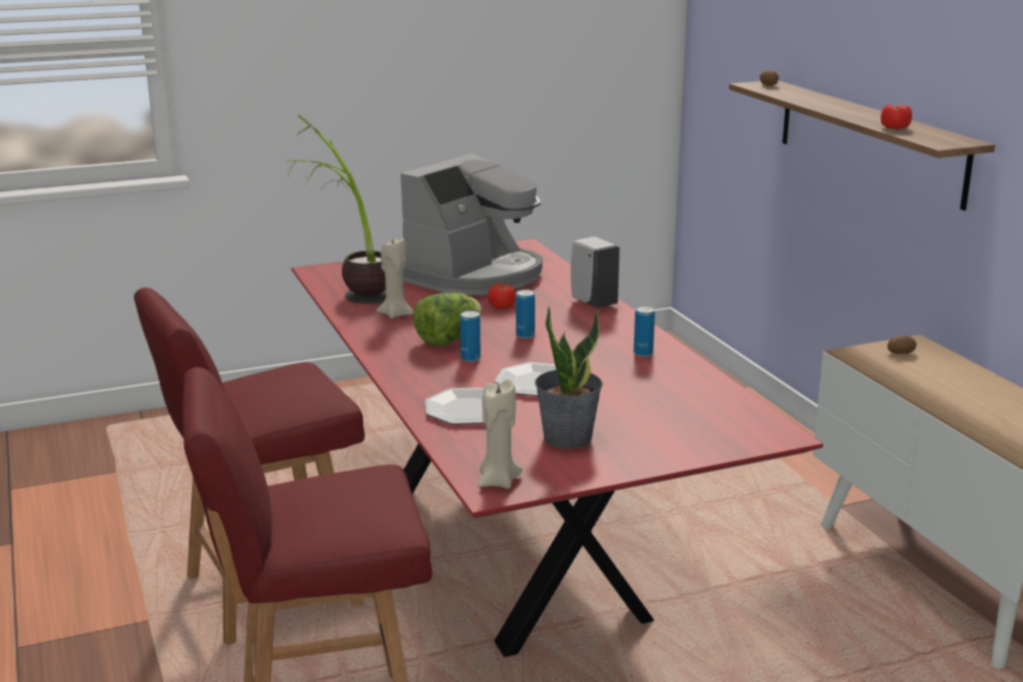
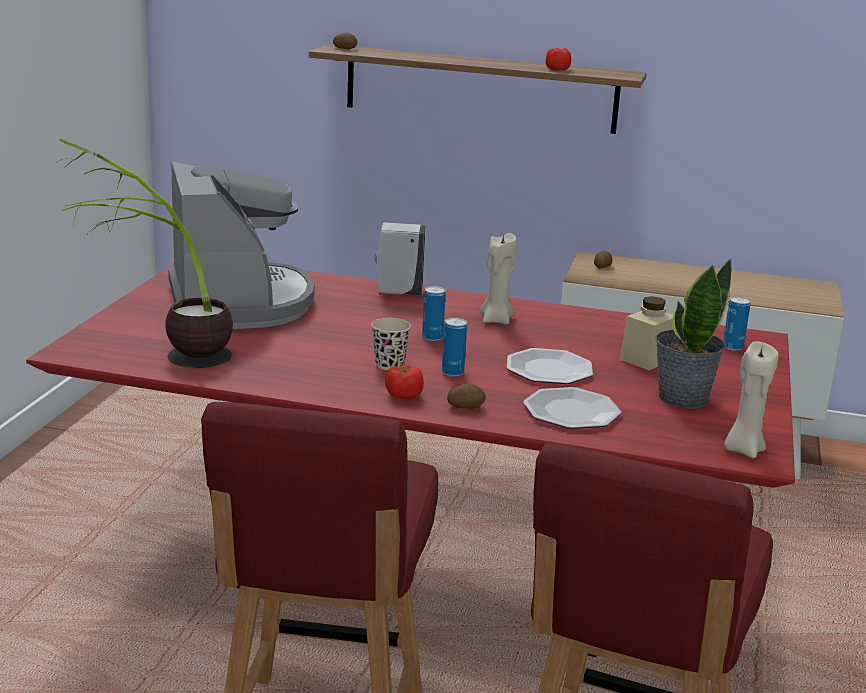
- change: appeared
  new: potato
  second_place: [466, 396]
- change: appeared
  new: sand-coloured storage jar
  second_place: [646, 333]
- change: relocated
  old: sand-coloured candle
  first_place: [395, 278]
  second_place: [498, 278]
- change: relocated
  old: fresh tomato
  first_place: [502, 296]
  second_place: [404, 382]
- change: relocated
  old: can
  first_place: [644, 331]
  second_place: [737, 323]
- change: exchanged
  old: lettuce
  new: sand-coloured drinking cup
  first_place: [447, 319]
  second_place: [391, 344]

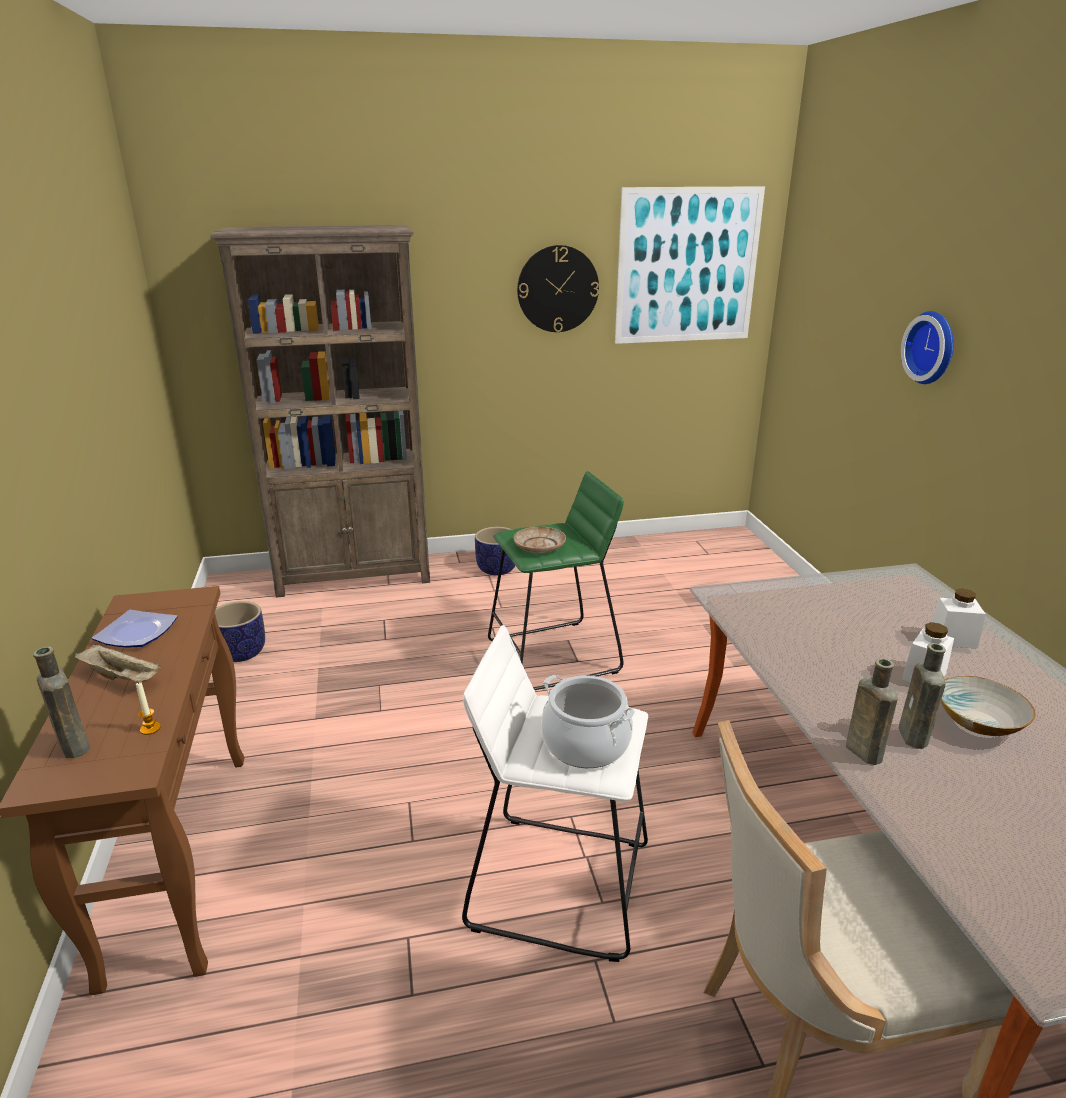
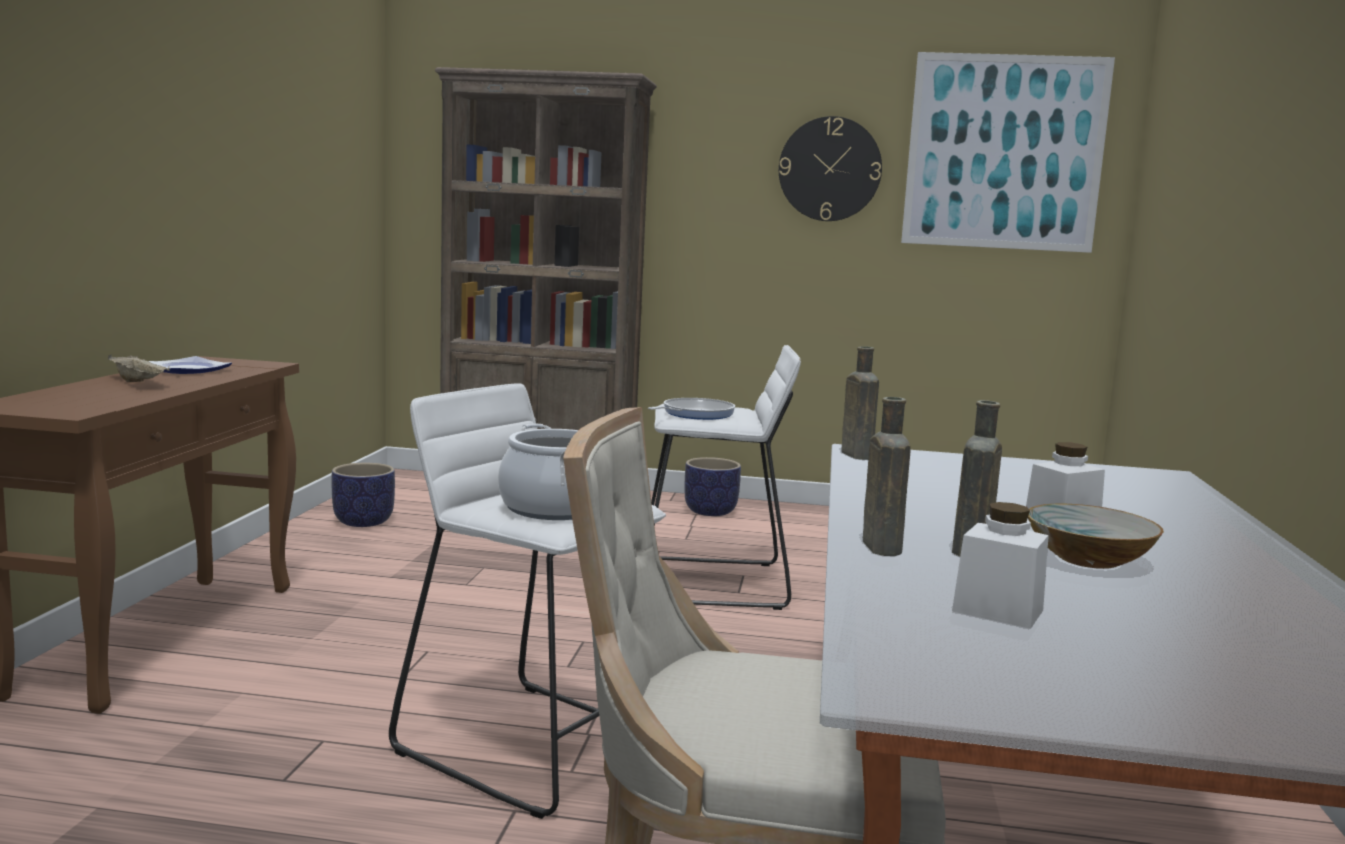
- change: missing
  old: candle
  first_place: [148, 708]
- change: missing
  old: clock on the wall
  first_place: [927, 347]
- change: relocated
  old: brownish bottle
  first_place: [61, 702]
  second_place: [860, 403]
- change: relocated
  old: white-coloured storage jar
  first_place: [959, 618]
  second_place: [1000, 565]
- change: exchanged
  old: sand-coloured flat dish
  new: frying pan
  first_place: [540, 539]
  second_place: [691, 409]
- change: colour
  old: green sitting stool
  new: white-coloured sitting stool
  first_place: [556, 580]
  second_place: [726, 477]

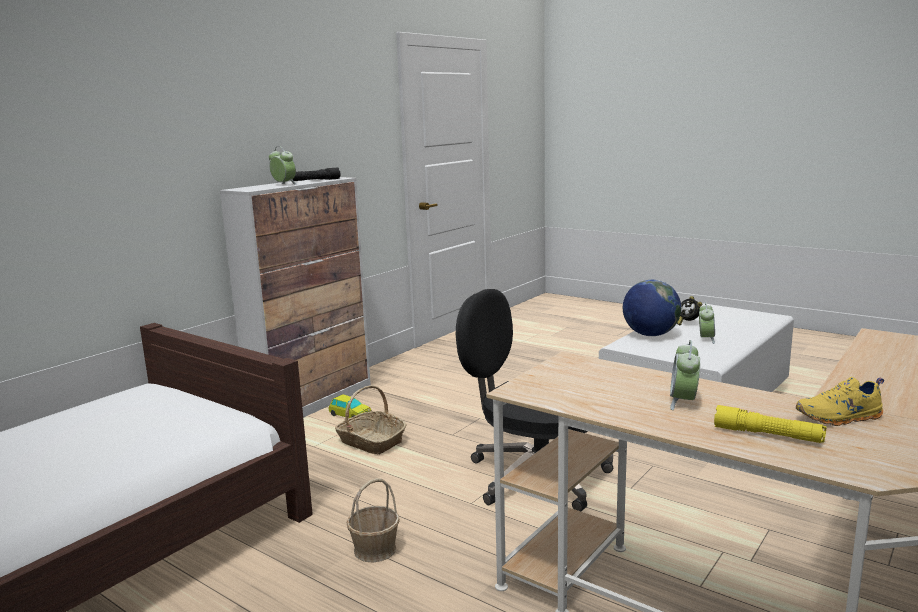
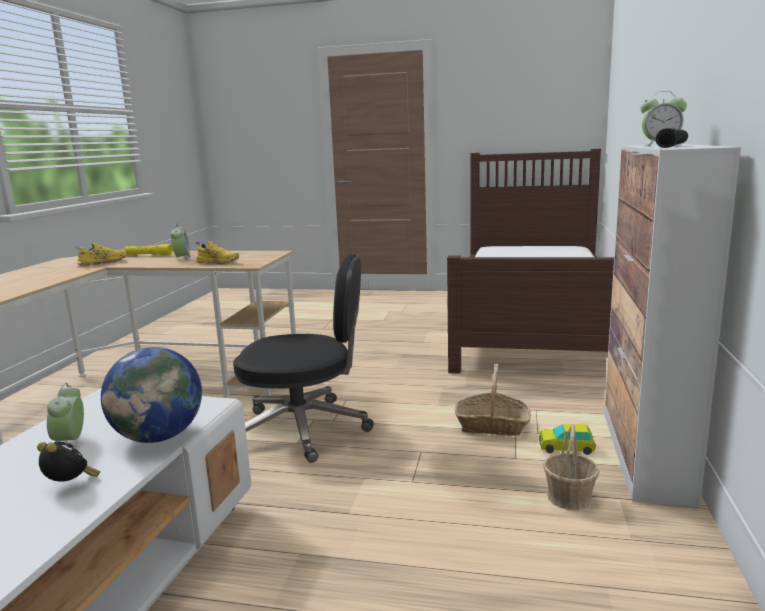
- change: appeared
  new: yellow low shoe
  second_place: [217, 252]
- change: relocated
  old: basket
  first_place: [373, 520]
  second_place: [571, 467]

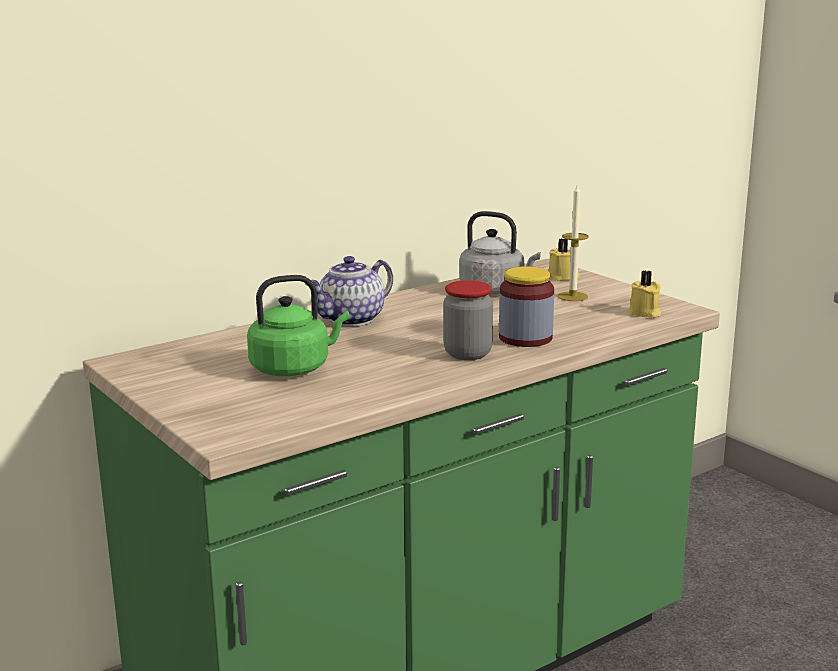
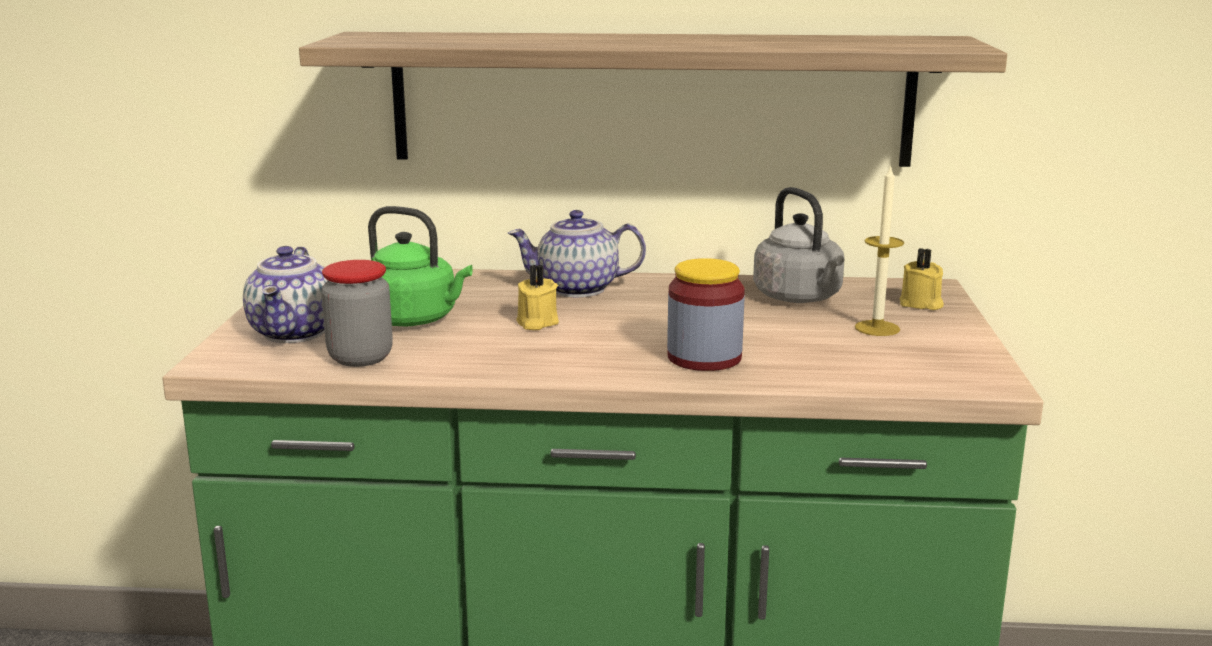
- change: appeared
  new: tea pot
  second_place: [285, 294]
- change: appeared
  new: wall shelf
  second_place: [653, 99]
- change: relocated
  old: storage jar
  first_place: [468, 320]
  second_place: [357, 313]
- change: relocated
  old: yellow candle
  first_place: [644, 294]
  second_place: [537, 297]

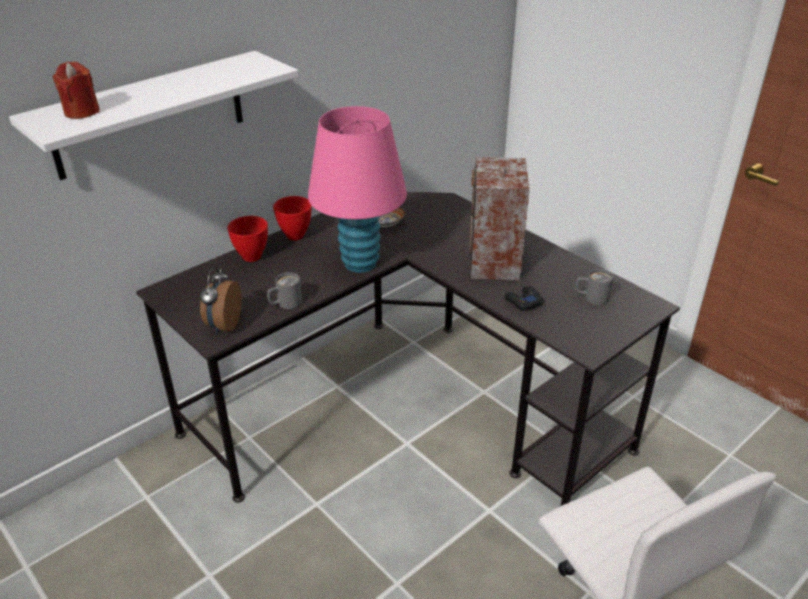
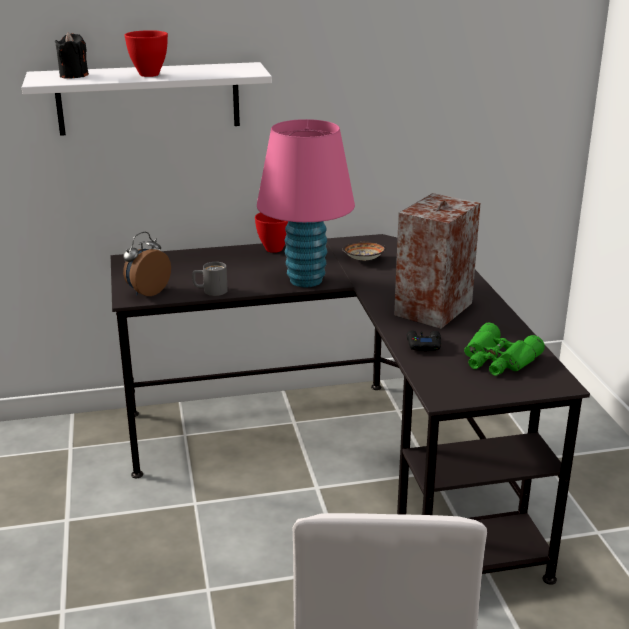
- change: relocated
  old: red bowl
  first_place: [247, 239]
  second_place: [146, 53]
- change: exchanged
  old: greyish mug
  new: green pair of binoculars
  first_place: [594, 287]
  second_place: [504, 349]
- change: colour
  old: red candle
  new: blackish candle
  first_place: [76, 90]
  second_place: [72, 55]

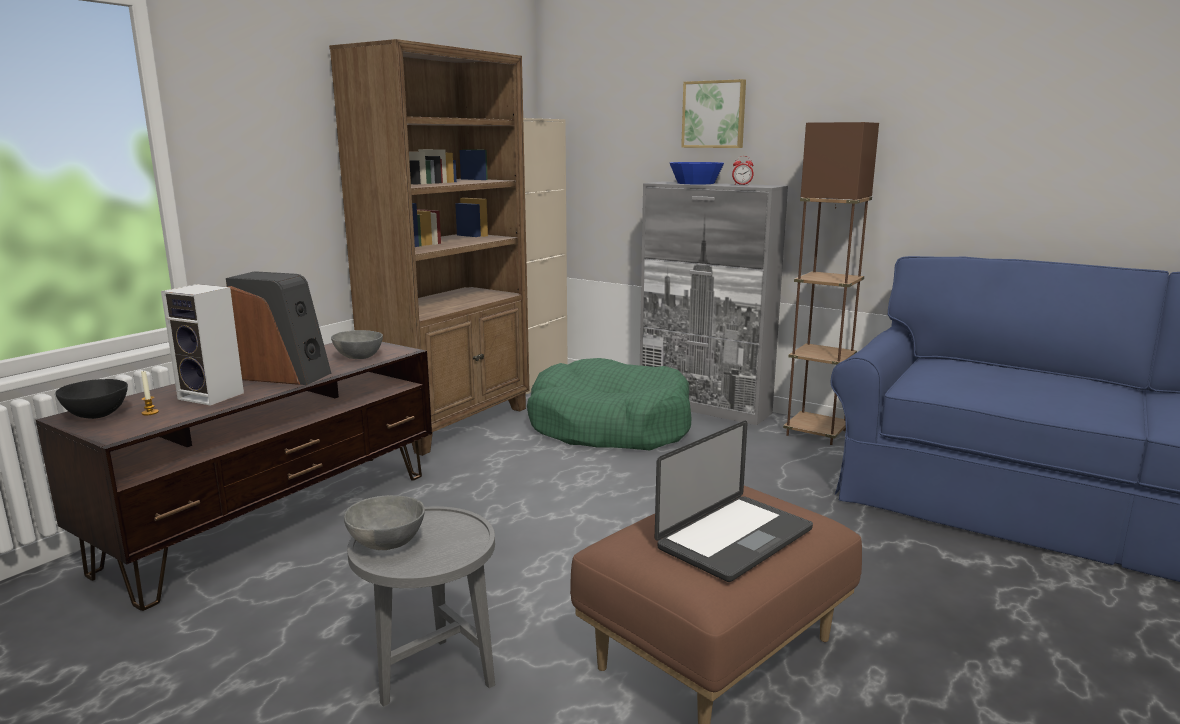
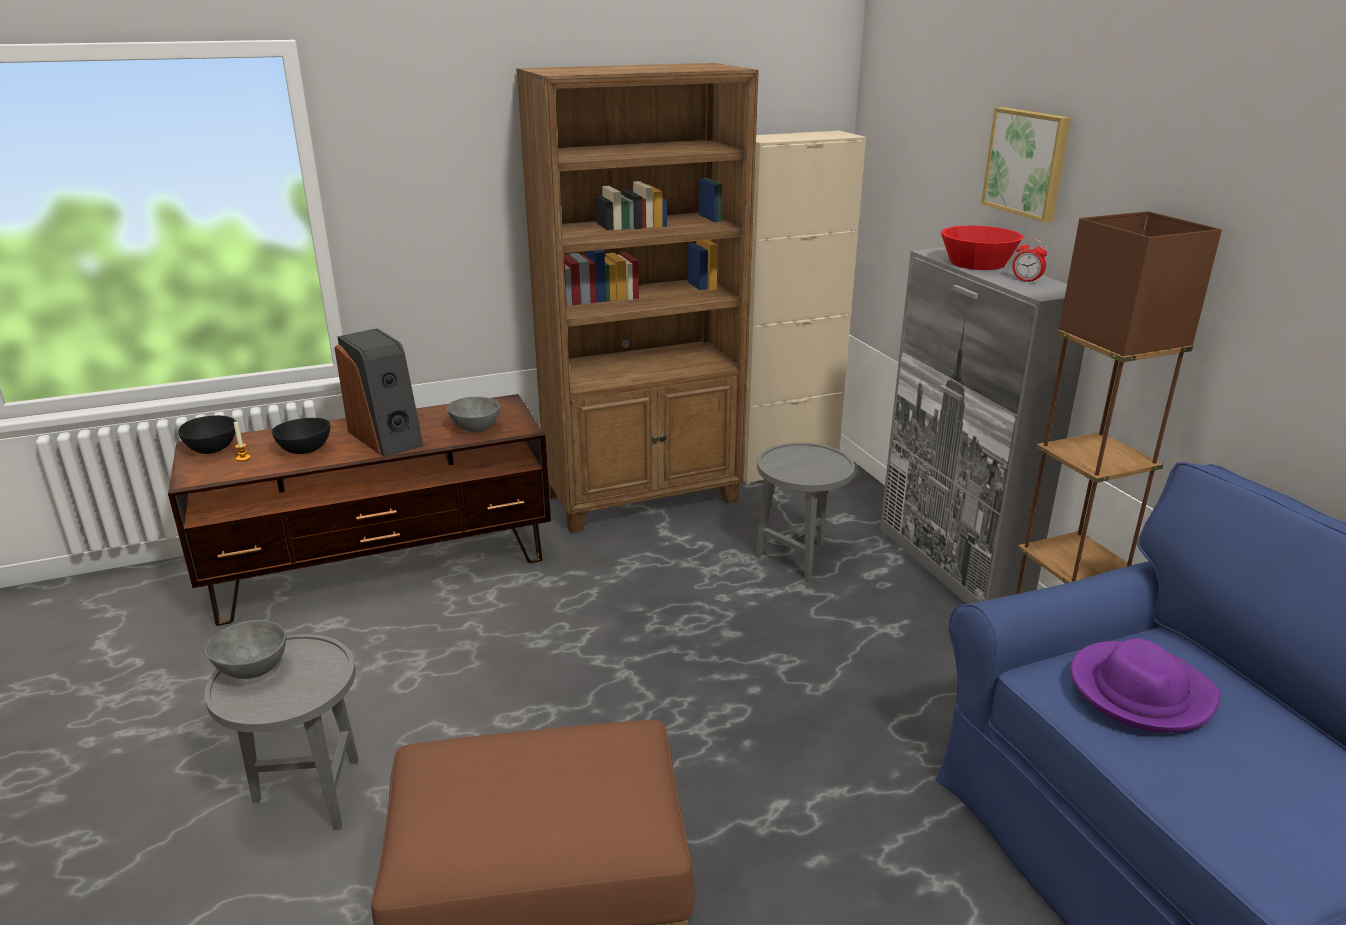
- change: missing
  old: portable computer
  first_place: [734, 501]
- change: appeared
  new: purplish wearable hat
  second_place: [1145, 685]
- change: exchanged
  old: loudspeaker
  new: blackish bowl
  first_place: [202, 345]
  second_place: [301, 436]
- change: exchanged
  old: green dog bed
  new: greyish end table
  first_place: [609, 404]
  second_place: [805, 512]
- change: colour
  old: blue-coloured bowl
  new: red bowl
  first_place: [697, 173]
  second_place: [982, 247]

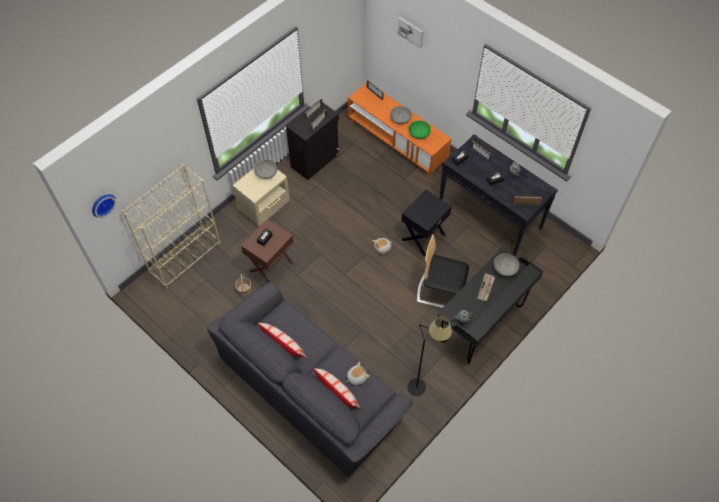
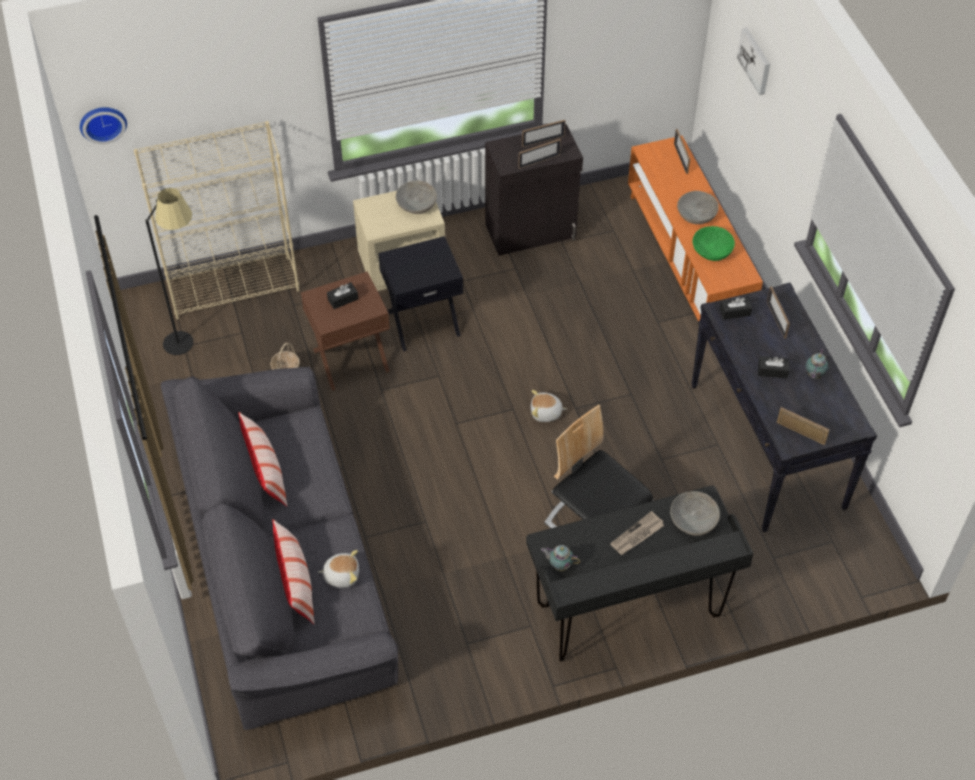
- change: relocated
  old: blackish end table
  first_place: [426, 223]
  second_place: [420, 293]
- change: relocated
  old: blackish floor lamp
  first_place: [430, 356]
  second_place: [169, 271]

